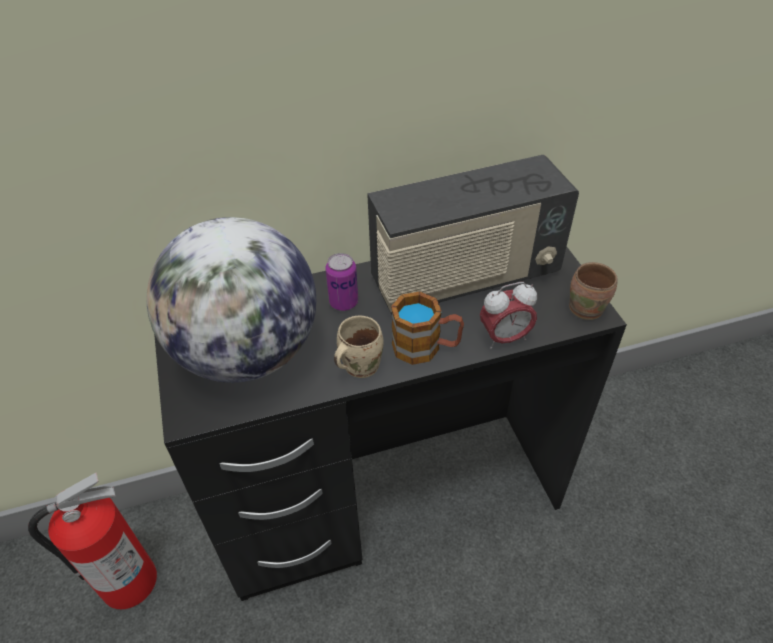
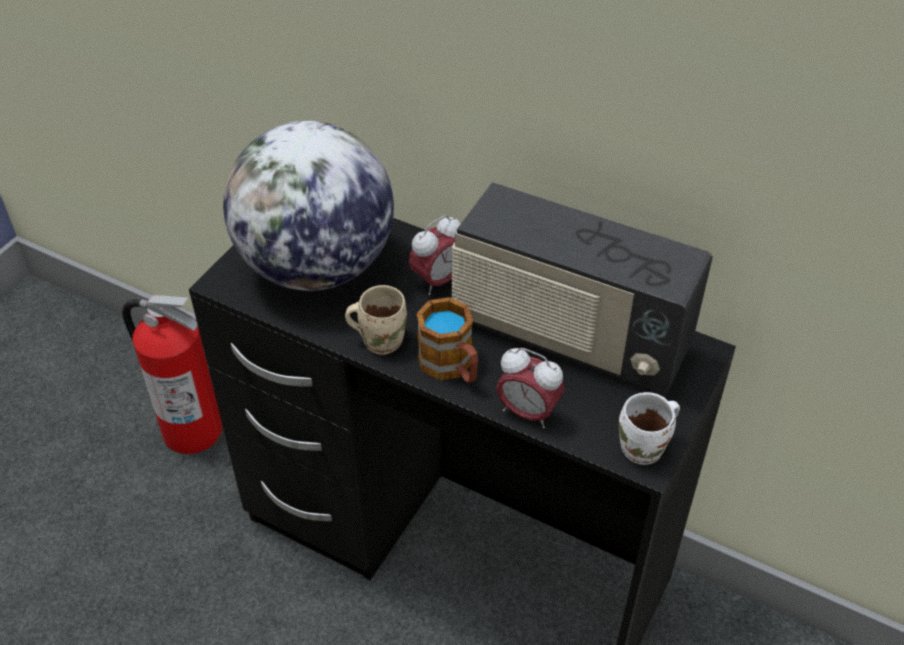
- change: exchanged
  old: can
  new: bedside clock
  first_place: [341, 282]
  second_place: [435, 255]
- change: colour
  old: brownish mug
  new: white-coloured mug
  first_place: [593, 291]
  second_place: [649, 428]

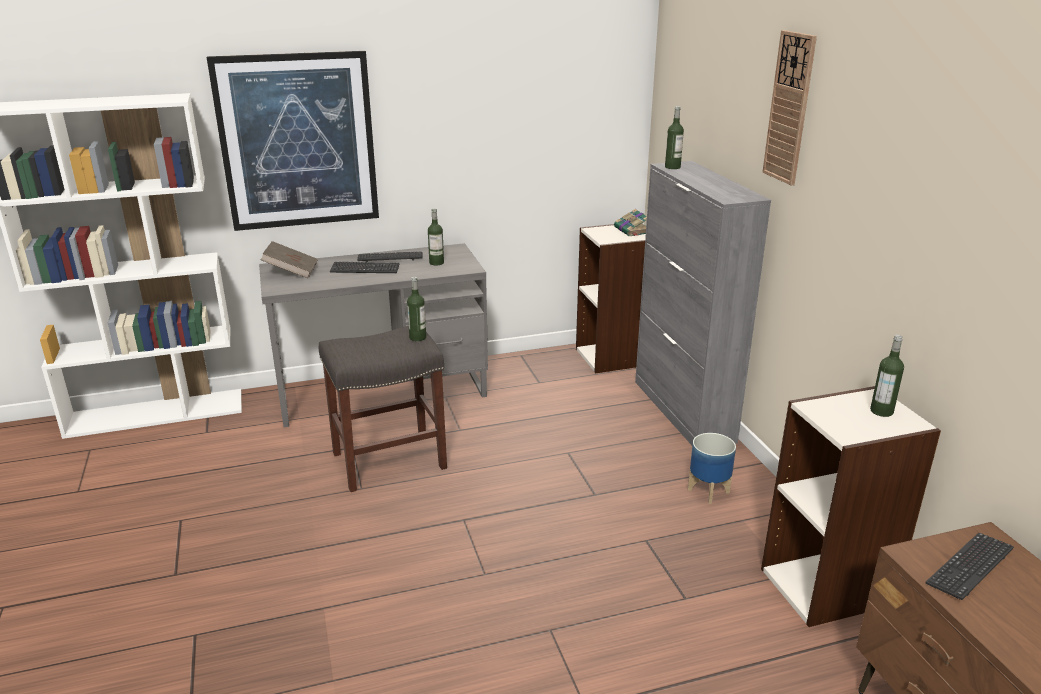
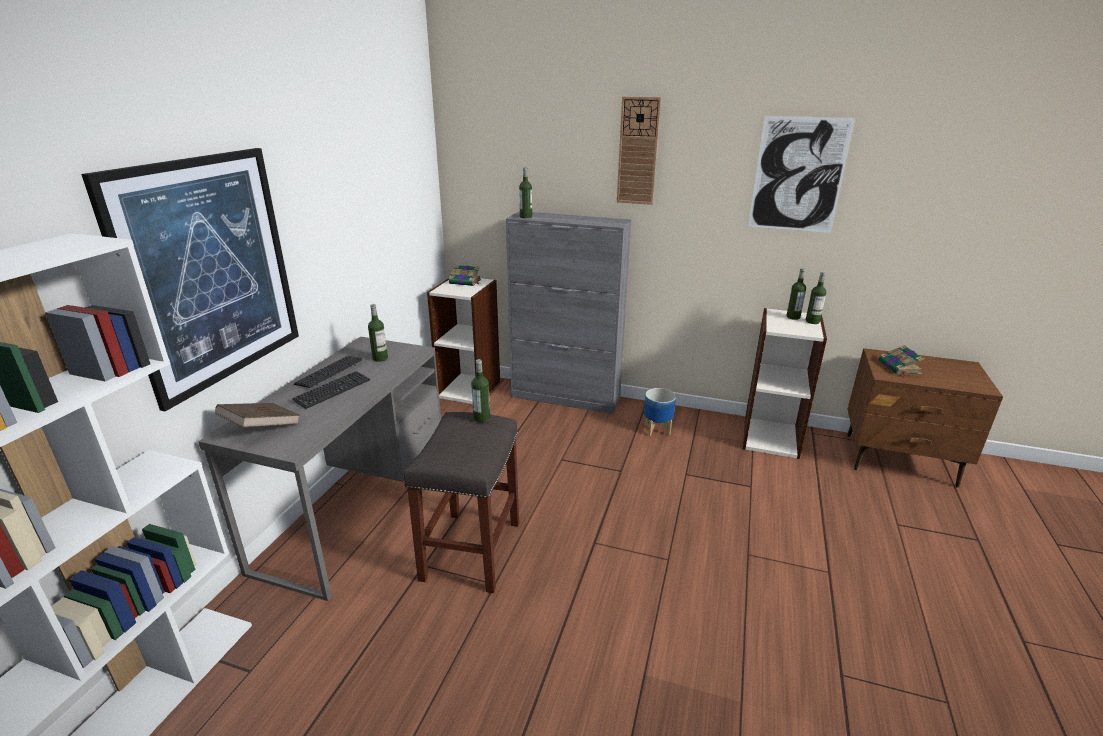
- change: appeared
  new: picture
  second_place: [801, 174]
- change: appeared
  new: bottle
  second_place: [816, 298]
- change: exchanged
  old: PC keyboard
  new: volume
  first_place: [969, 566]
  second_place: [901, 360]

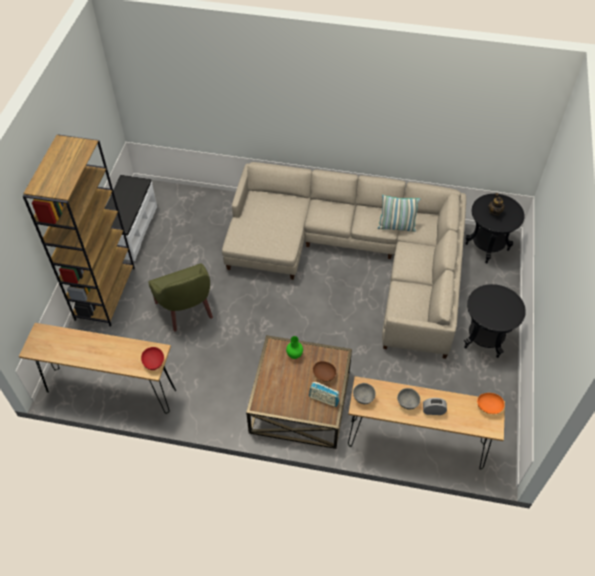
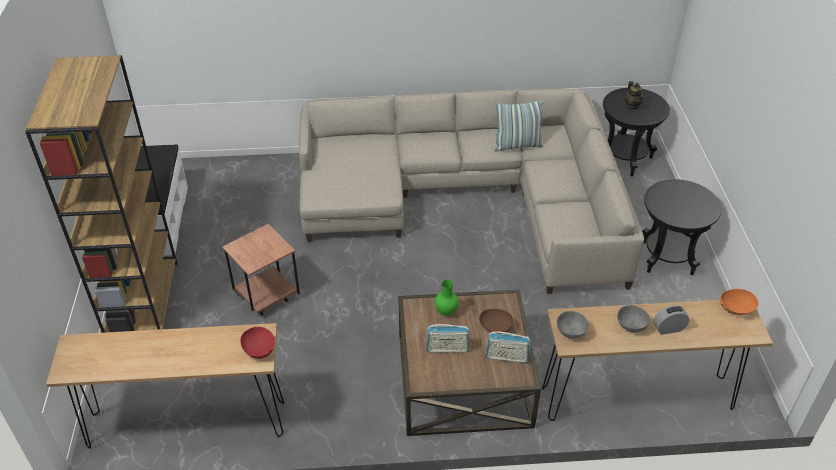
- change: appeared
  new: radio receiver
  second_place: [448, 338]
- change: exchanged
  old: green lounge chair
  new: brownish end table
  first_place: [181, 298]
  second_place: [261, 270]

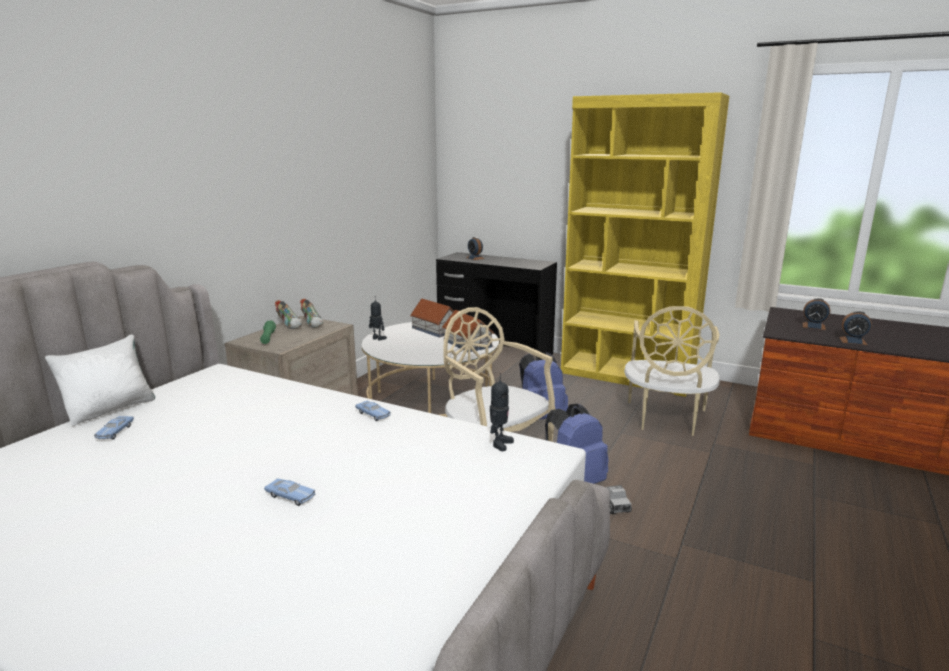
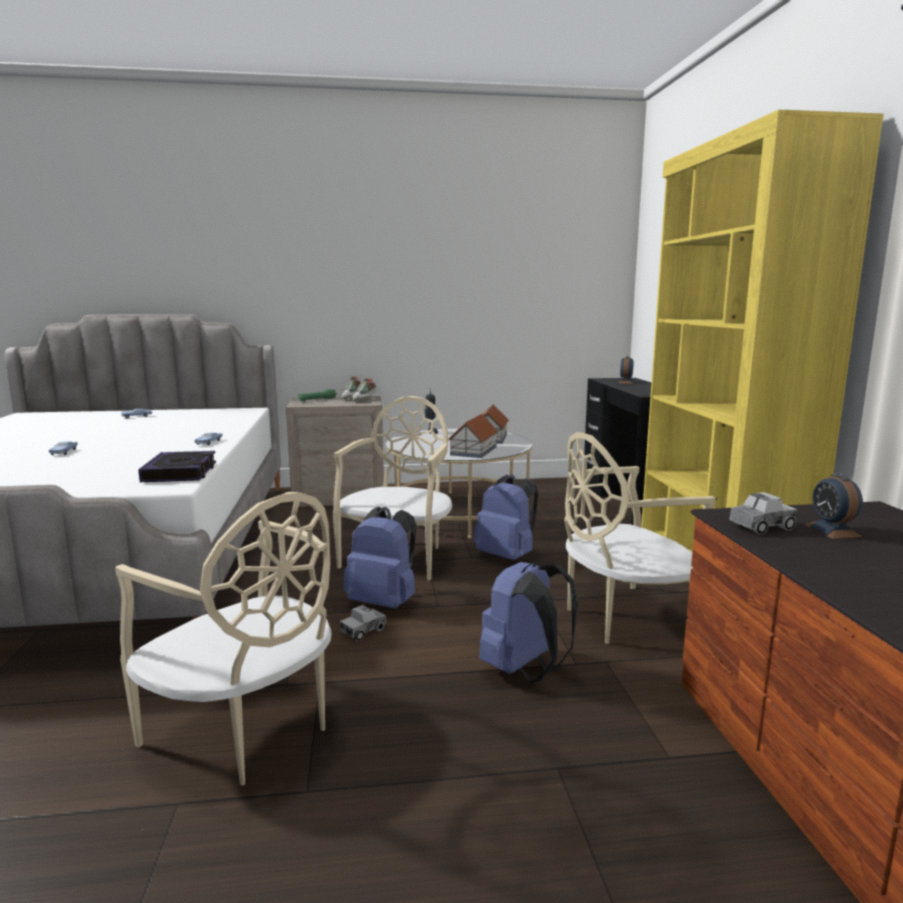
- change: missing
  old: white-coloured cushion
  first_place: [100, 380]
- change: missing
  old: bedside clock
  first_place: [855, 328]
- change: appeared
  new: sand-coloured chair
  second_place: [223, 639]
- change: appeared
  new: blue-coloured backpack
  second_place: [528, 621]
- change: appeared
  new: model truck
  second_place: [763, 513]
- change: exchanged
  old: model robot
  new: volume
  first_place: [502, 412]
  second_place: [177, 466]

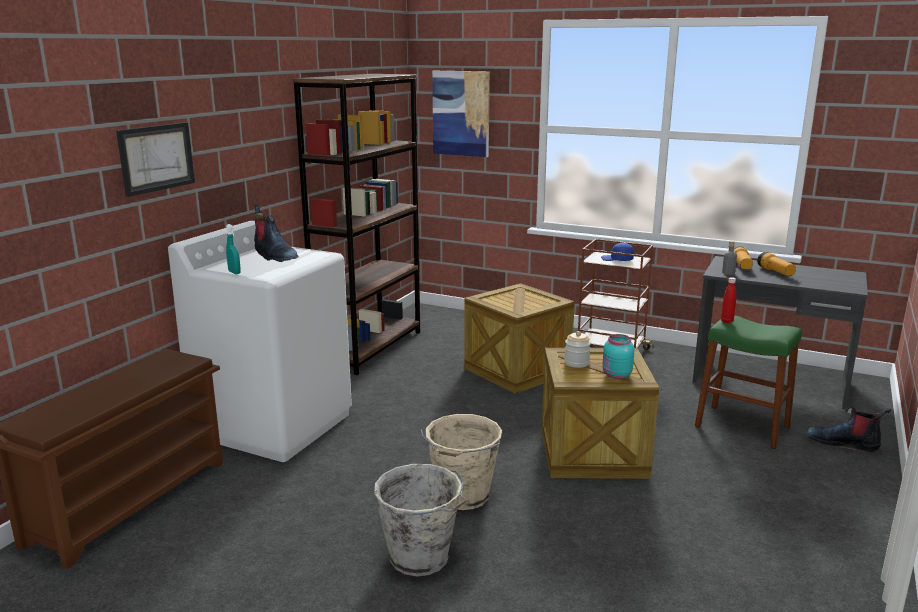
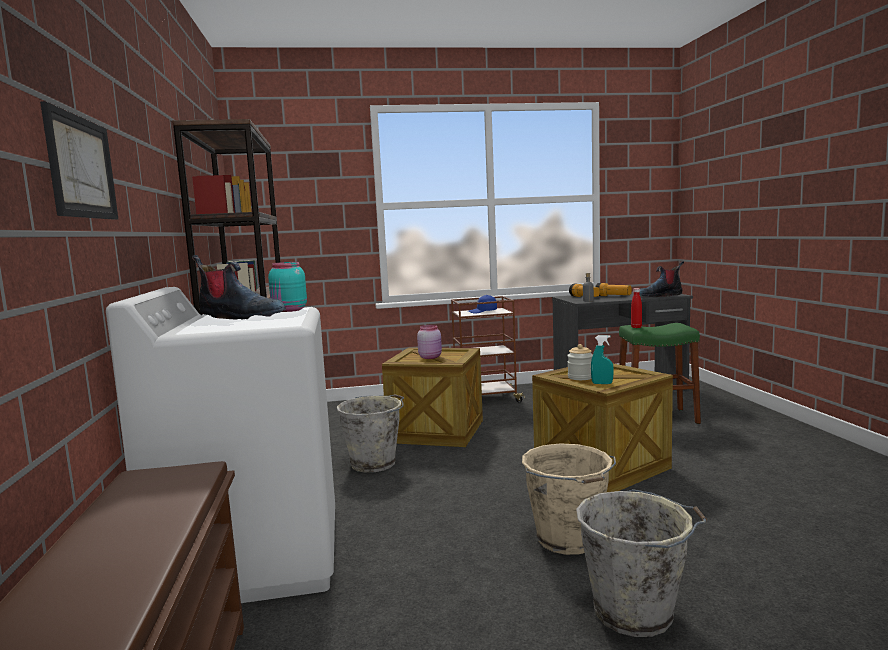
- change: missing
  old: picture
  first_place: [461, 114]
- change: appeared
  new: greyish pail
  second_place: [370, 433]
- change: appeared
  new: pink storage jar
  second_place: [429, 342]
- change: relocated
  old: turquoise sprayer
  first_place: [233, 249]
  second_place: [602, 359]
- change: relocated
  old: turquoise storage jar
  first_place: [618, 356]
  second_place: [287, 287]
- change: relocated
  old: boot
  first_place: [848, 429]
  second_place: [661, 279]

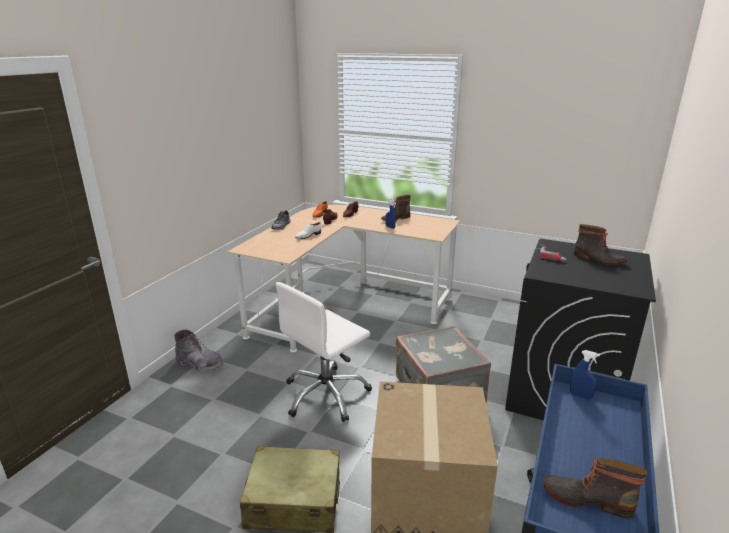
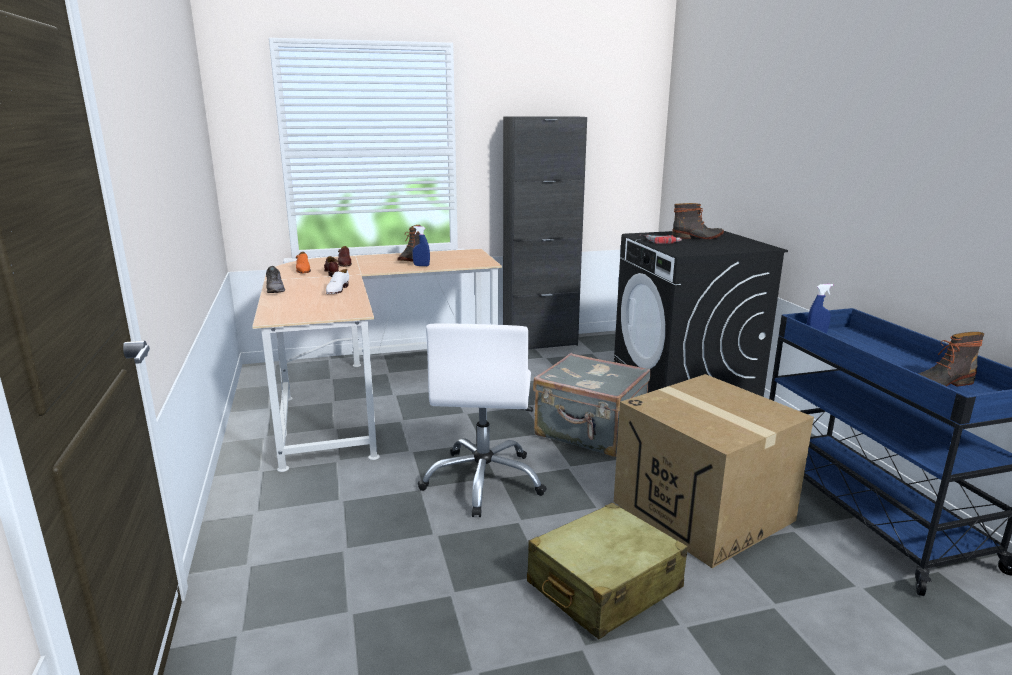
- change: missing
  old: greyish boot
  first_place: [199, 351]
- change: appeared
  new: blackish cabinet
  second_place: [545, 232]

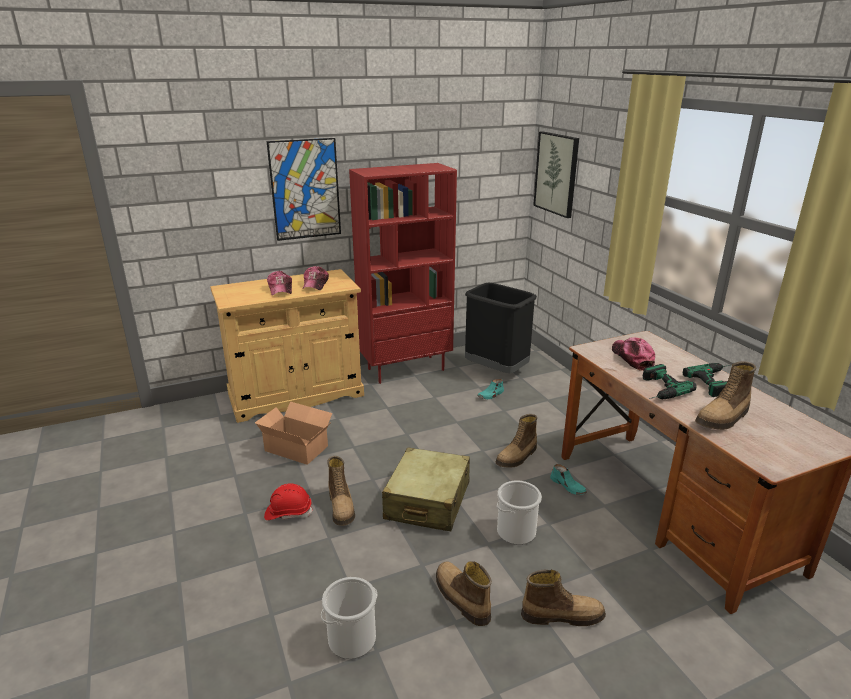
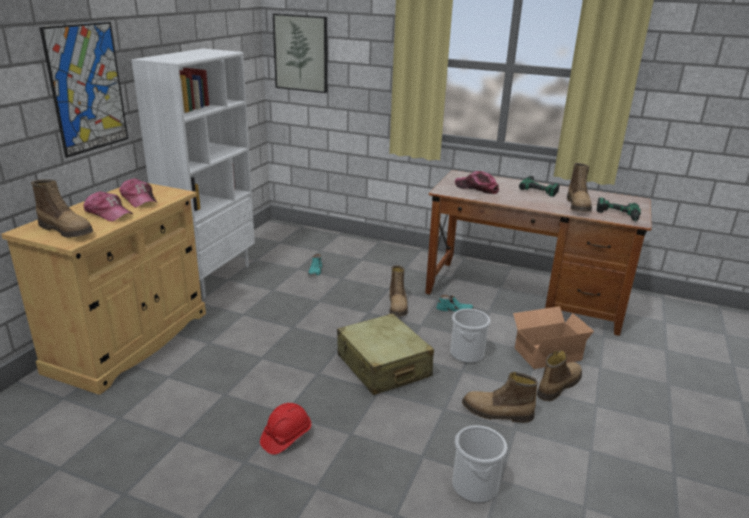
- change: missing
  old: blackish trash can
  first_place: [501, 328]
- change: relocated
  old: packing box
  first_place: [293, 433]
  second_place: [552, 337]
- change: relocated
  old: boot
  first_place: [341, 491]
  second_place: [62, 208]
- change: relocated
  old: electric drill
  first_place: [670, 381]
  second_place: [619, 209]
- change: colour
  old: red bookcase
  new: white-coloured bookcase
  first_place: [403, 273]
  second_place: [193, 173]

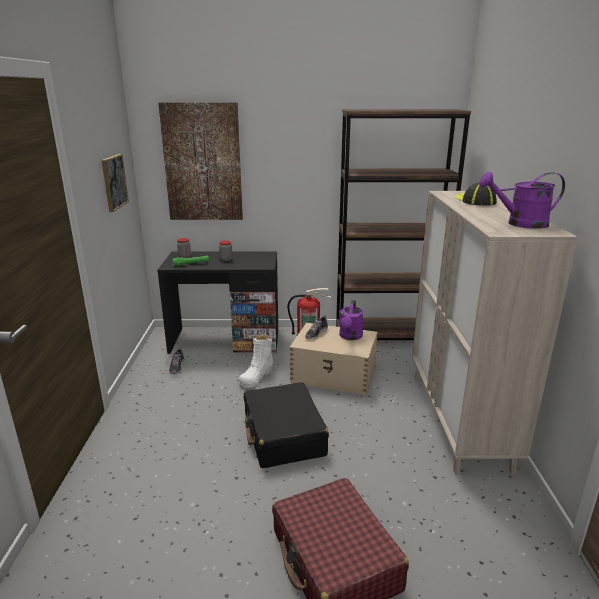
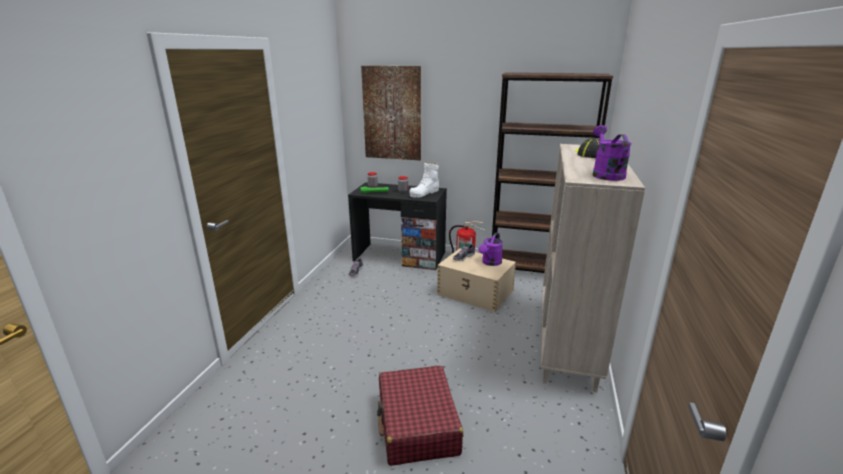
- change: missing
  old: picture
  first_place: [115, 183]
- change: missing
  old: blackish piece of luggage
  first_place: [286, 425]
- change: relocated
  old: white-coloured boot
  first_place: [256, 361]
  second_place: [424, 180]
- change: spun
  old: purplish sprinkling can
  first_place: [522, 200]
  second_place: [612, 153]
  degrees: 75

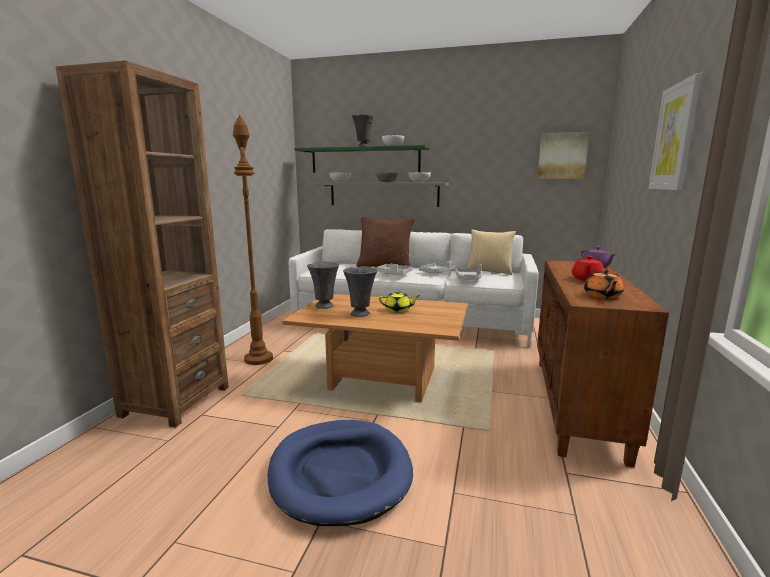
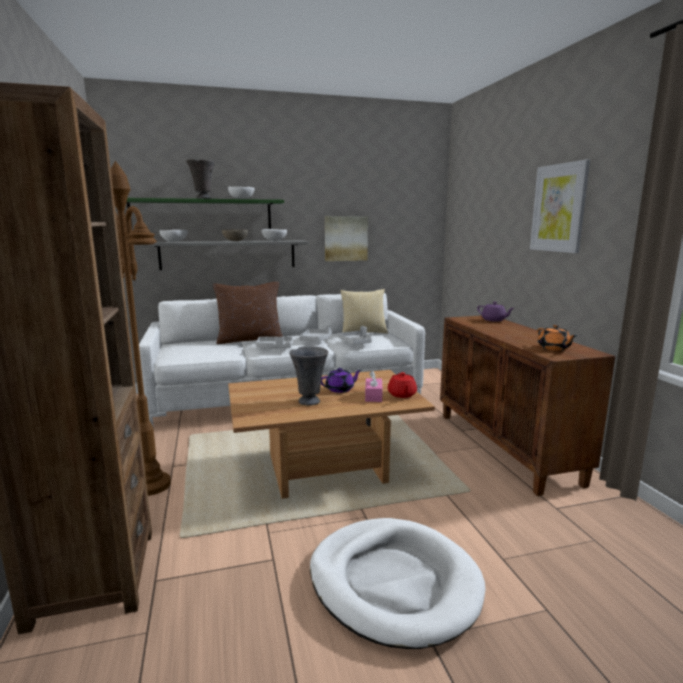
- change: missing
  old: greyish decorative vase
  first_place: [323, 285]
- change: appeared
  new: pink box of tissues
  second_place: [374, 386]
- change: relocated
  old: picture
  first_place: [563, 155]
  second_place: [346, 238]
- change: relocated
  old: red tea pot
  first_place: [588, 268]
  second_place: [402, 385]
- change: colour
  old: blue-coloured dog bed
  new: white-coloured dog bed
  first_place: [340, 473]
  second_place: [398, 583]
- change: colour
  old: yellow tea pot
  new: purplish tea pot
  first_place: [399, 301]
  second_place: [341, 380]

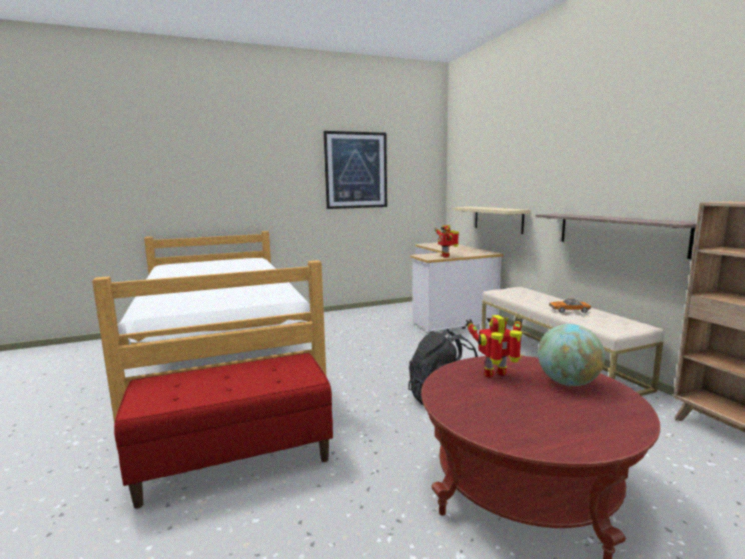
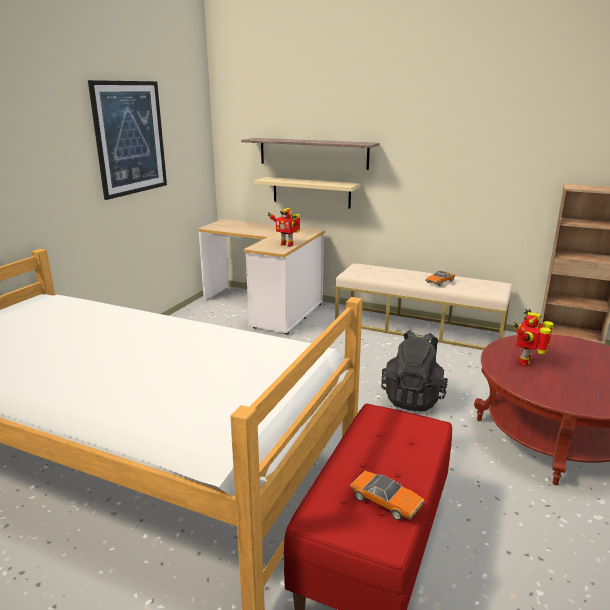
- change: missing
  old: desk globe
  first_place: [571, 355]
- change: appeared
  new: miniature car
  second_place: [387, 495]
- change: relocated
  old: wall shelf
  first_place: [616, 236]
  second_place: [310, 154]

